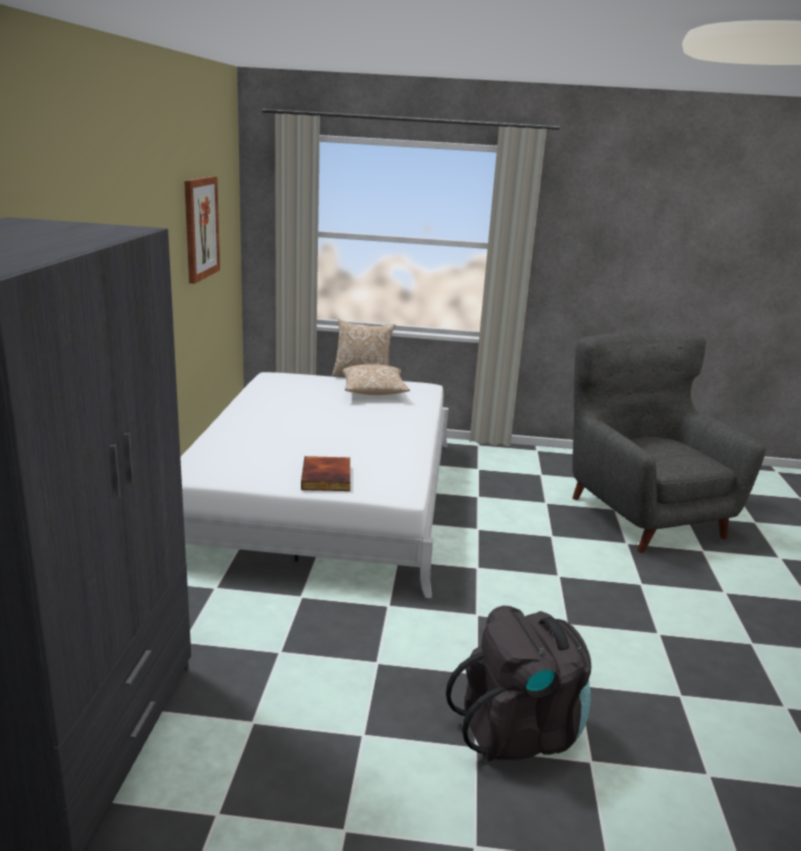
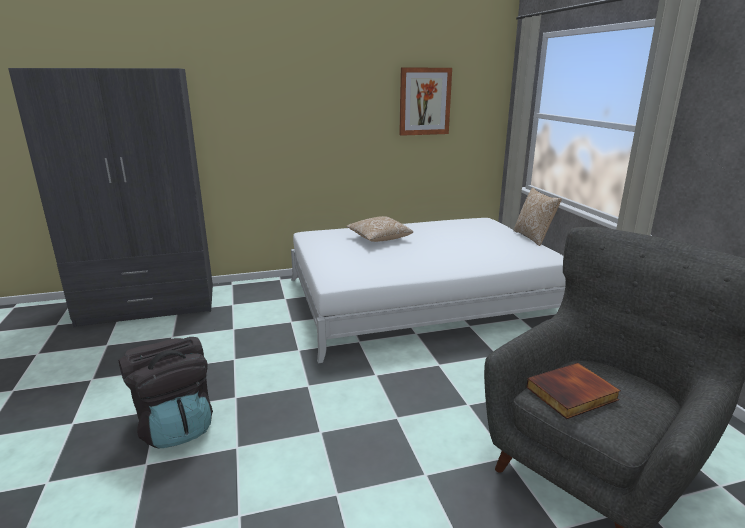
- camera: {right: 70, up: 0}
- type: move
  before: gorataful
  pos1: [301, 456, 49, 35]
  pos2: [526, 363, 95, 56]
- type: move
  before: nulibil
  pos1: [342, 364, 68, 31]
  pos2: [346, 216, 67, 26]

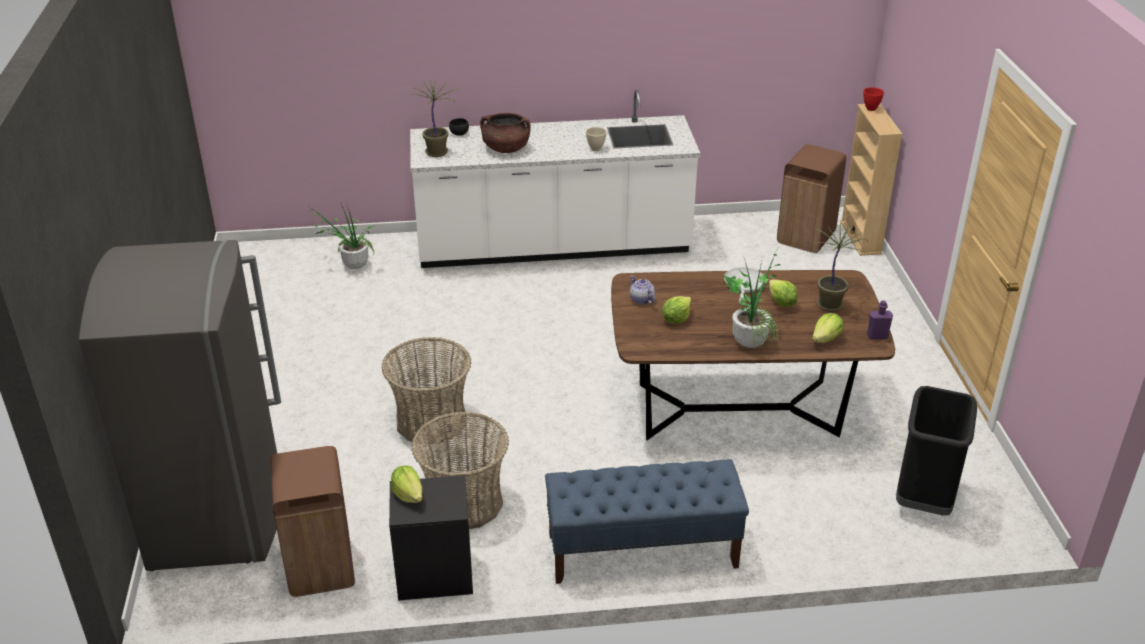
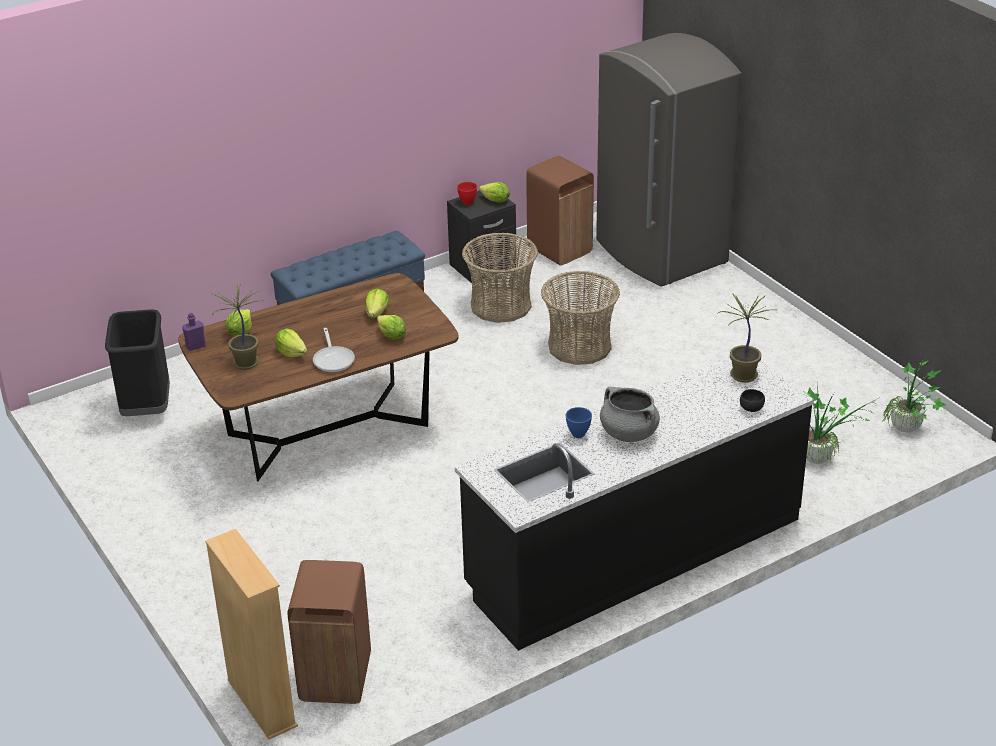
- camera: {right: 155, up: 0}
- type: recolor
  before: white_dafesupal
  after: black_dafesupal
  pos1: [410, 90, 290, 178]
  pos2: [455, 356, 359, 295]
- type: delete
  before: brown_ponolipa
  pos1: [480, 113, 51, 40]
- type: recolor
  before: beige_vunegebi
  after: blue_vunegebi
  pos1: [586, 127, 21, 24]
  pos2: [566, 407, 26, 31]
- type: delete
  before: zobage
  pos1: [630, 275, 25, 30]
- type: move
  before: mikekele
  pos1: [723, 251, 58, 97]
  pos2: [882, 352, 64, 80]
- type: move
  before: red_vunegebi
  pos1: [863, 87, 21, 24]
  pos2: [457, 182, 20, 23]
- type: insert
  after: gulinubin
  pos2: [377, 315, 29, 25]
- type: insert
  after: grey_ponolipa
  pos2: [600, 387, 60, 55]

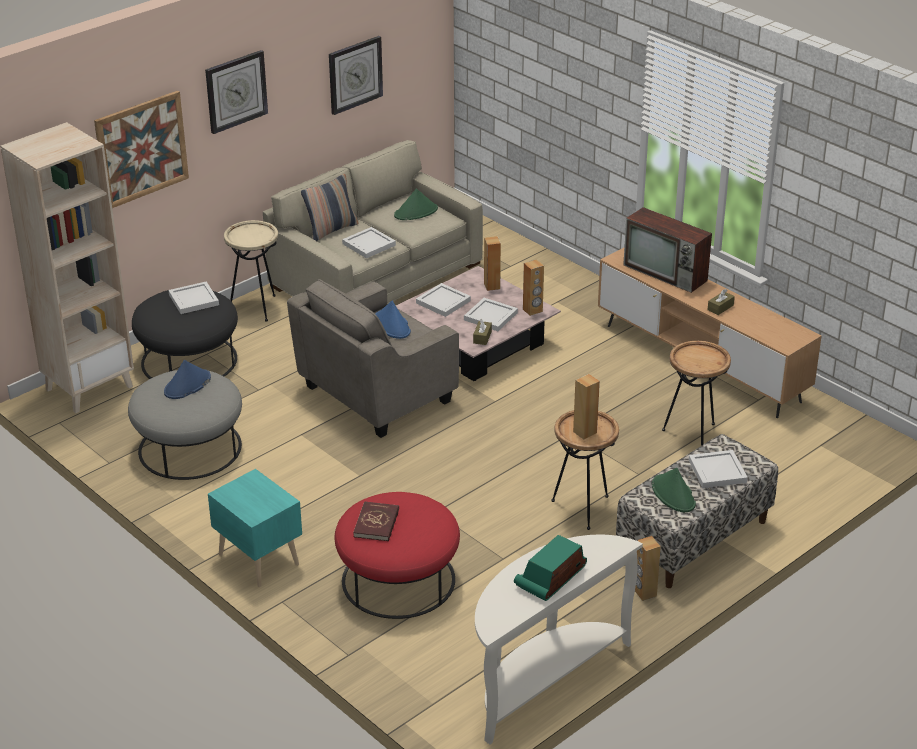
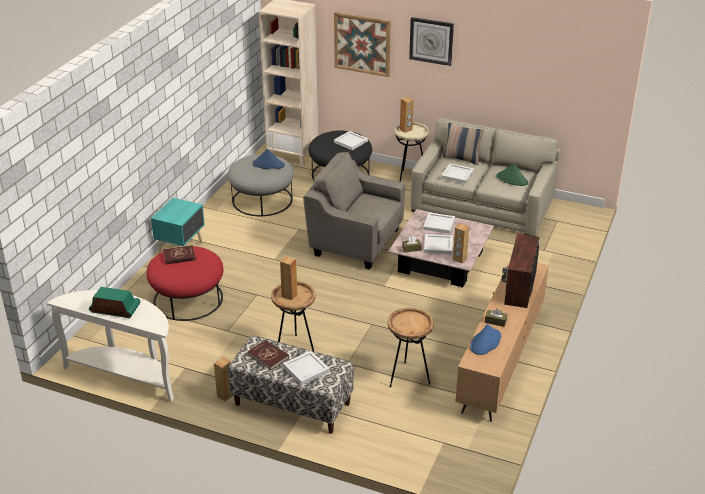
- camera: {right: 65, up: 0}
- type: delete
  before: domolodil
  pos1: [329, 36, 54, 79]
- type: move
  before: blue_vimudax
  pos1: [375, 301, 36, 38]
  pos2: [470, 324, 31, 31]
- type: move
  before: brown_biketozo
  pos1: [484, 236, 17, 55]
  pos2: [400, 97, 14, 36]
- type: replace
  before: green_vimudax
  after: red_gorataful
  pos1: [652, 468, 44, 44]
  pos2: [248, 340, 41, 30]

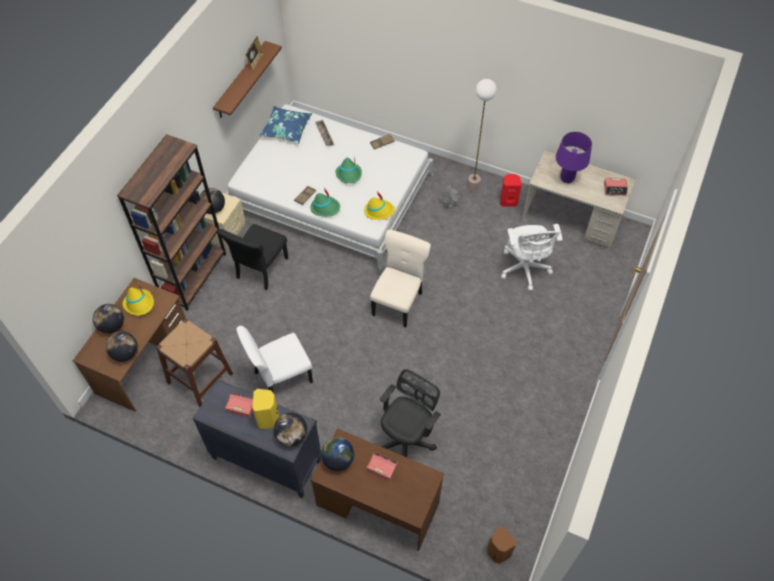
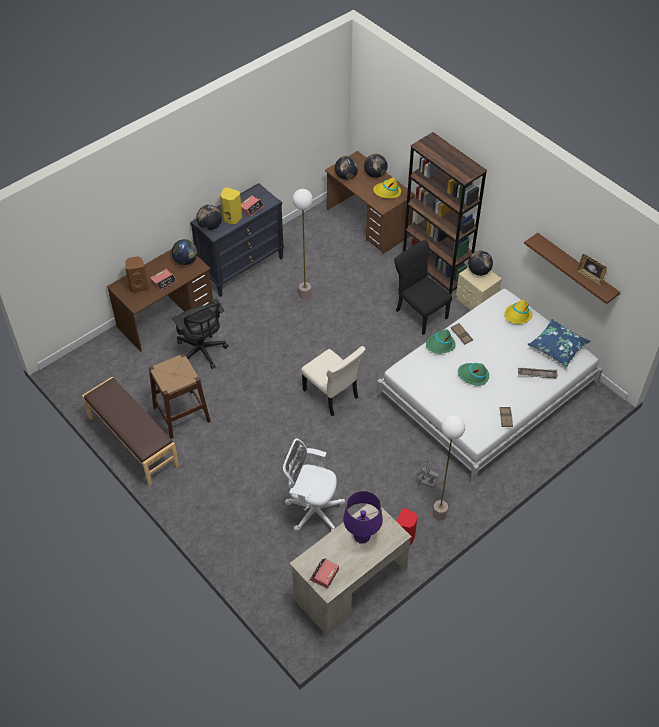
- camera: {right: 115, up: -5}
- type: move
  before: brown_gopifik
  pos1: [156, 318, 77, 89]
  pos2: [149, 353, 62, 86]
- type: replace
  before: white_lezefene
  after: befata
  pos1: [236, 326, 77, 66]
  pos2: [293, 189, 20, 111]
- type: move
  before: yellow_vimudax
  pos1: [364, 191, 31, 29]
  pos2: [504, 300, 29, 24]
- type: move
  before: brown_biketozo
  pos1: [487, 526, 29, 38]
  pos2: [125, 256, 24, 37]
- type: insert
  after: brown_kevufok
  pos2: [82, 377, 97, 109]

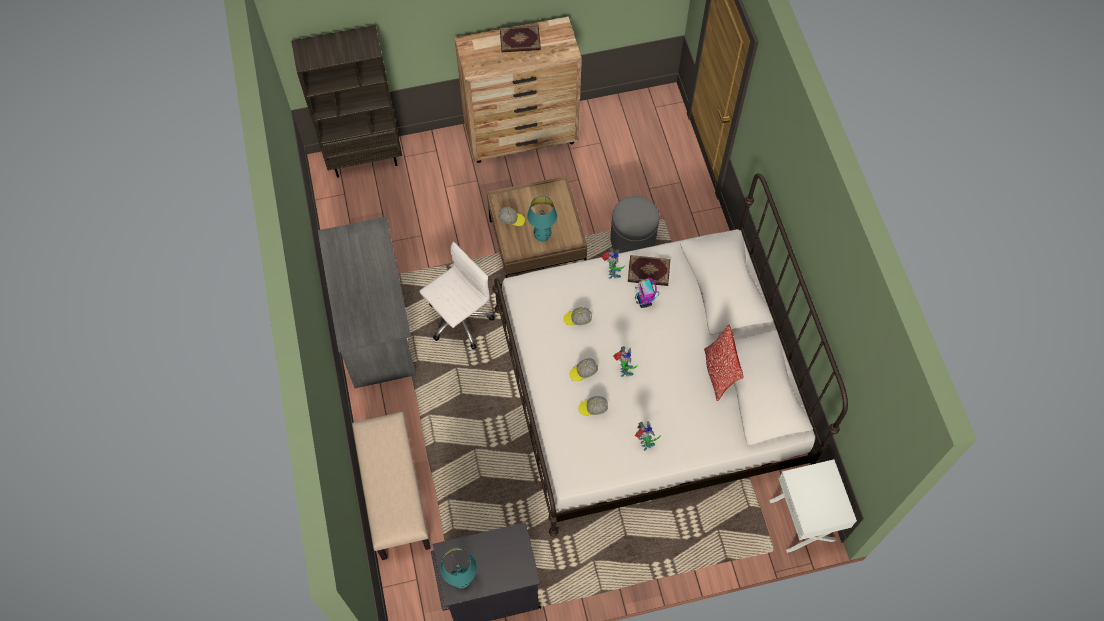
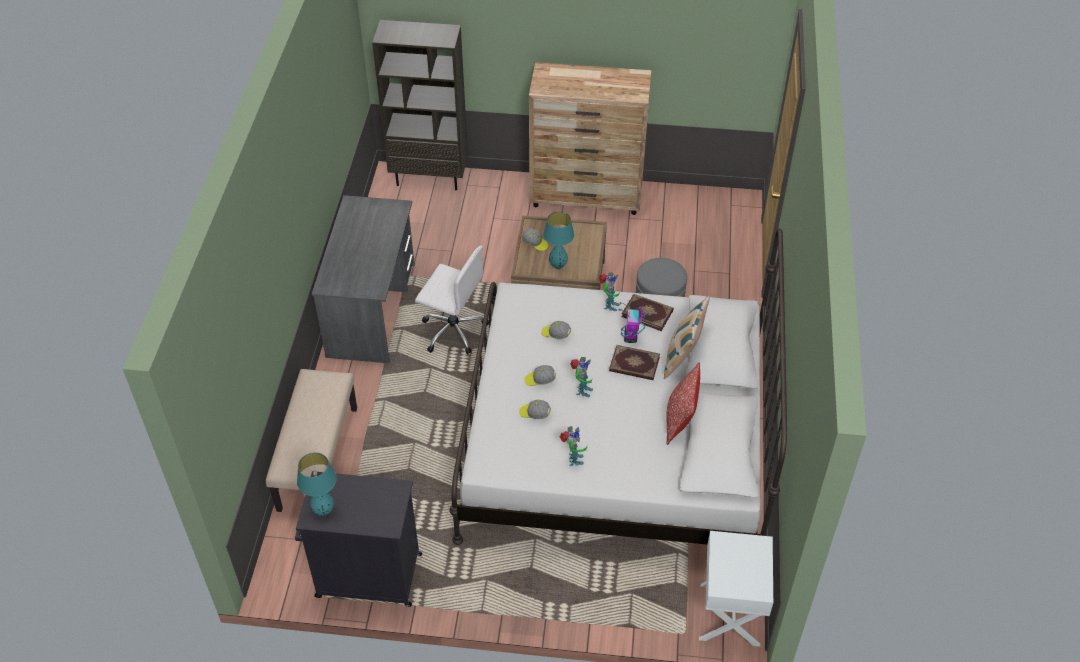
- camera: {right: 20, up: -15}
- type: rotate
  before: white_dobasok
  pos1: [419, 241, 76, 108]
  pos2: [415, 246, 74, 108]
  turn: 45
- type: move
  before: gorataful
  pos1: [500, 25, 41, 27]
  pos2: [609, 345, 51, 35]
- type: insert
  after: nulibil
  pos2: [664, 296, 46, 83]

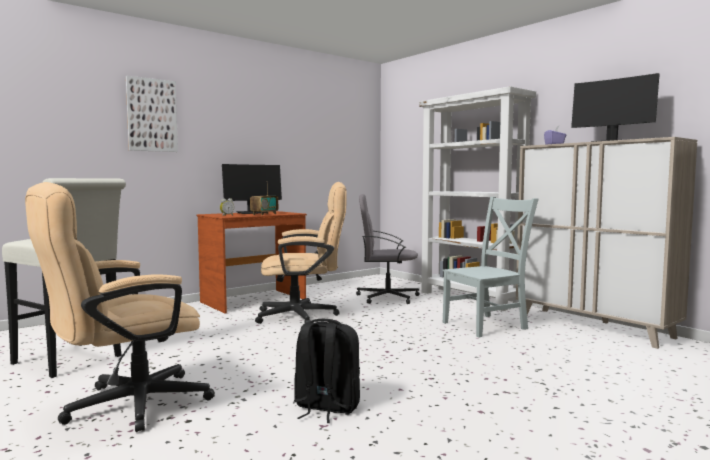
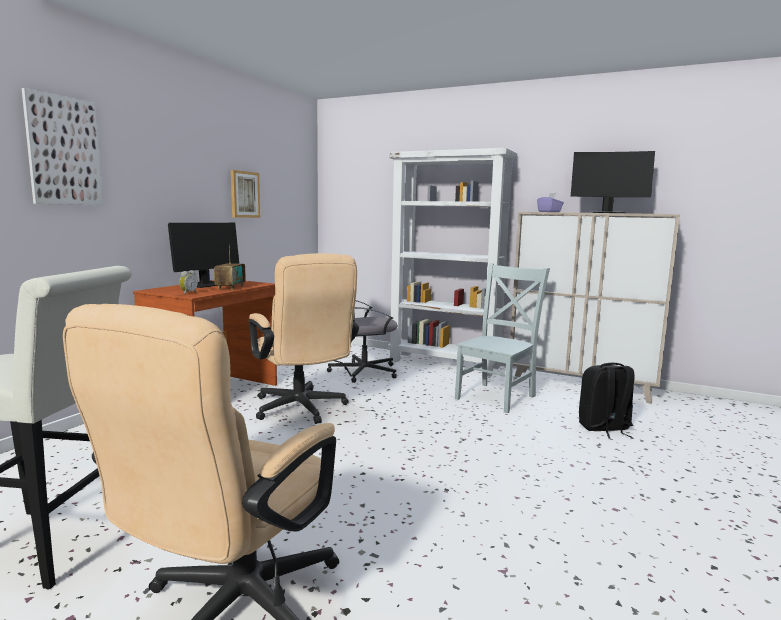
- camera: {right: -25, up: 5}
- type: rotate
  before: beige_dobasok
  pos1: [255, 182, 92, 142]
  pos2: [249, 253, 110, 171]
  turn: 90
- type: move
  before: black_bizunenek
  pos1: [294, 319, 66, 104]
  pos2: [579, 363, 56, 76]
- type: insert
  after: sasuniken
  pos2: [231, 170, 29, 48]

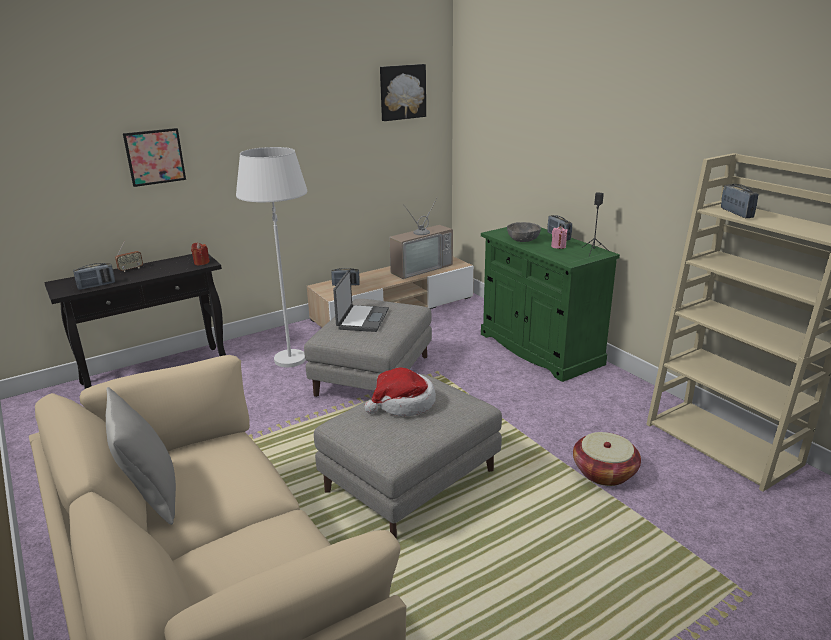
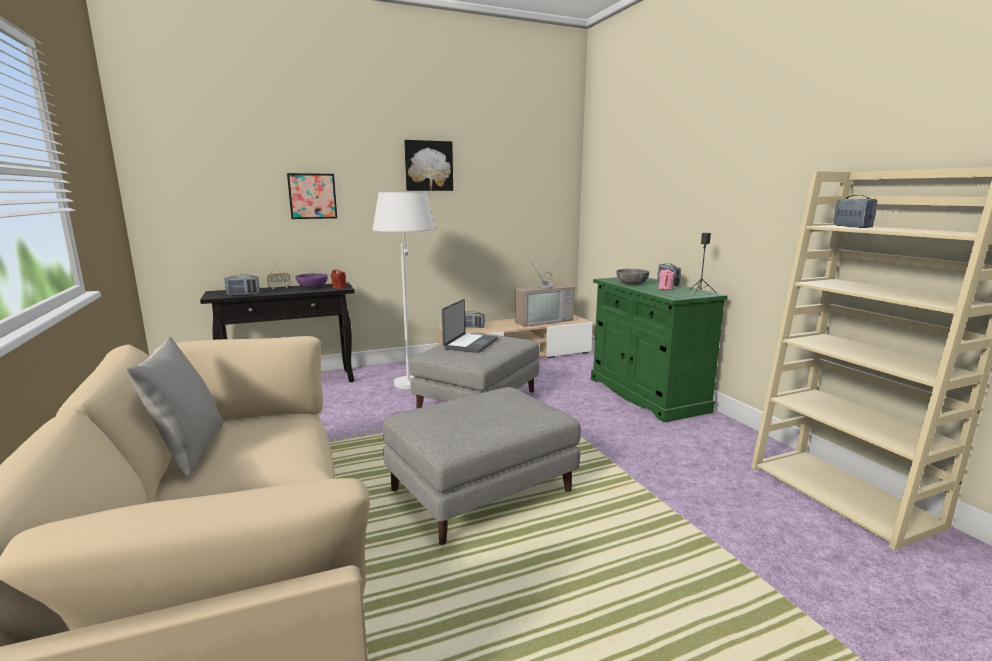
- camera: {right: 10, up: -10}
- type: delete
  before: vimudax
  pos1: [364, 368, 72, 48]
- type: move
  before: sasuniken
  pos1: [380, 64, 46, 57]
  pos2: [404, 140, 49, 51]
- type: delete
  before: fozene
  pos1: [573, 432, 68, 54]
- type: insert
  after: purple_vunegebi
  pos2: [295, 273, 33, 15]

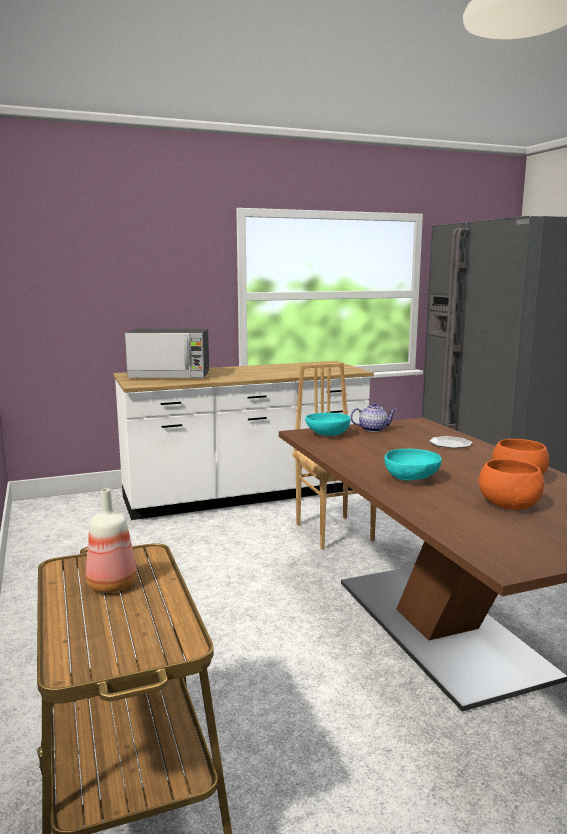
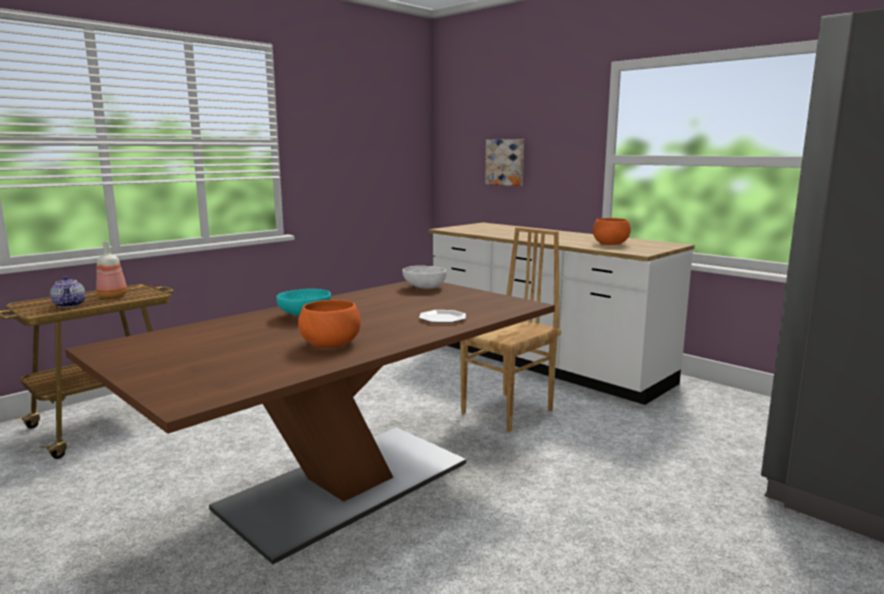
- camera: {right: 65, up: 0}
- type: delete
  before: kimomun
  pos1: [125, 329, 84, 49]
- type: recolor
  before: turquoise_vunegebi
  after: white_vunegebi
  pos1: [305, 413, 46, 23]
  pos2: [402, 265, 44, 24]
- type: move
  before: zobage
  pos1: [350, 402, 47, 30]
  pos2: [50, 276, 36, 32]
- type: move
  before: orange_vunegebi
  pos1: [479, 459, 65, 51]
  pos2: [593, 218, 38, 27]
- type: insert
  after: sasuniken
  pos2: [485, 139, 39, 47]

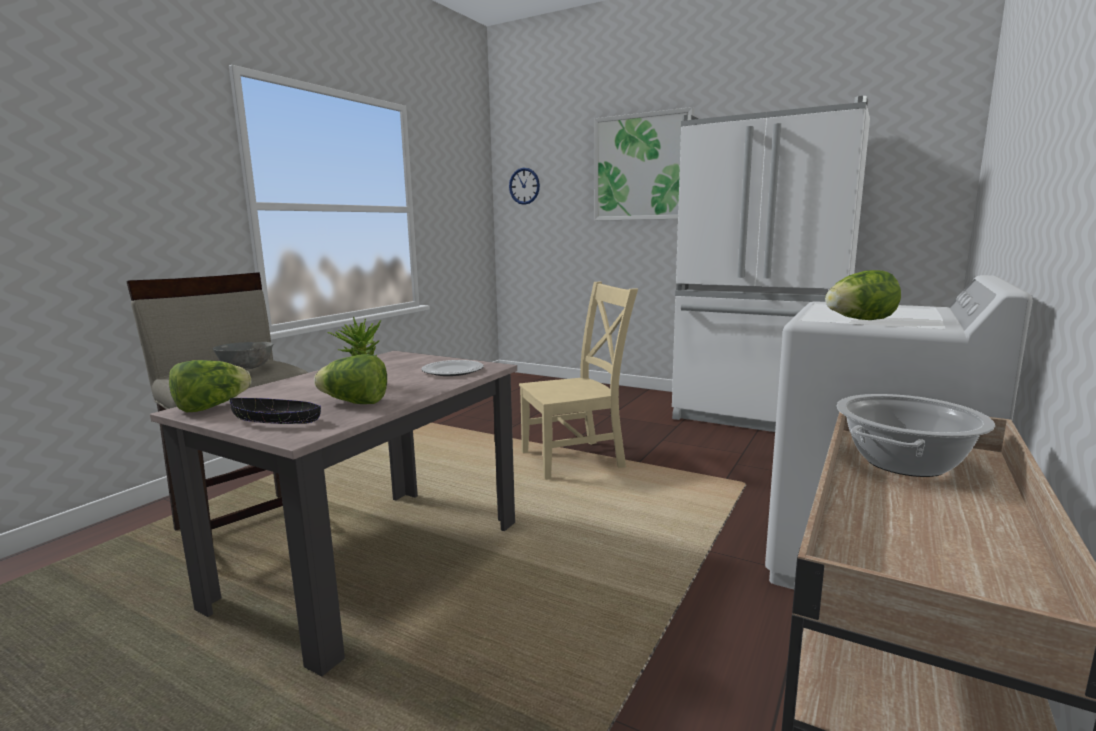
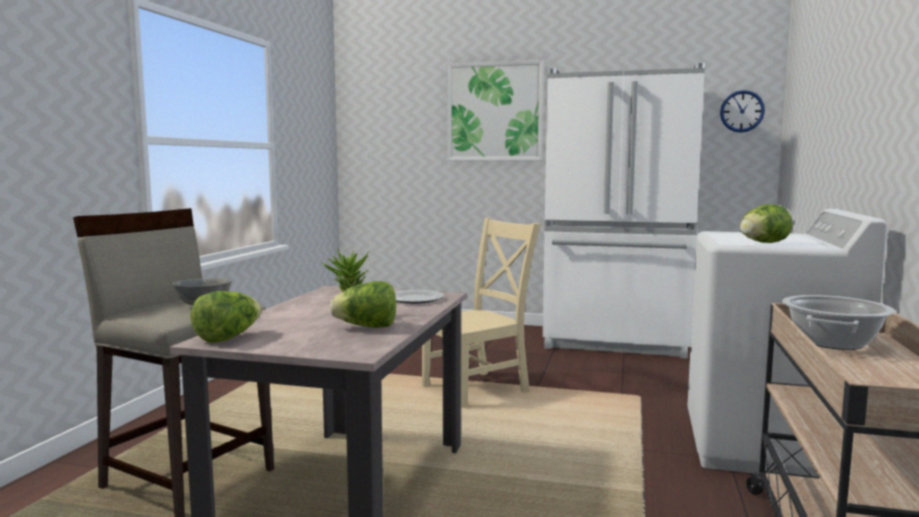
- camera: {right: -15, up: -5}
- type: delete
  before: black_vunegebi
  pos1: [230, 398, 91, 26]
- type: move
  before: domolodil
  pos1: [509, 168, 31, 37]
  pos2: [720, 90, 45, 42]

